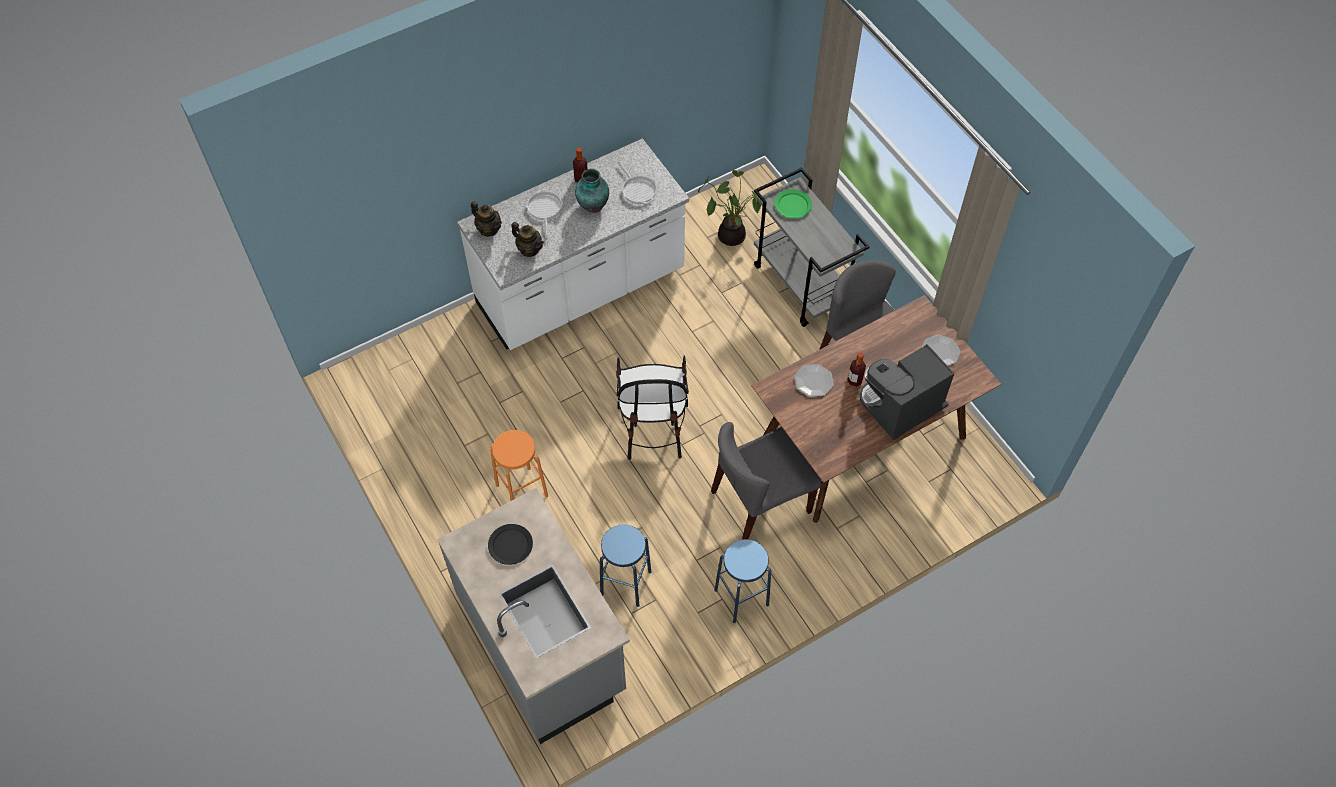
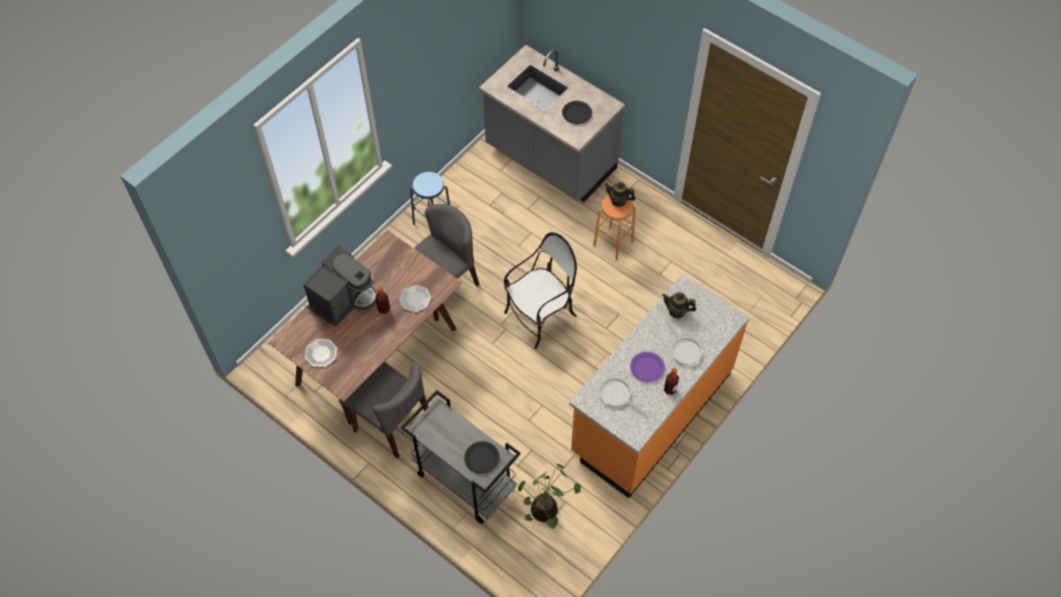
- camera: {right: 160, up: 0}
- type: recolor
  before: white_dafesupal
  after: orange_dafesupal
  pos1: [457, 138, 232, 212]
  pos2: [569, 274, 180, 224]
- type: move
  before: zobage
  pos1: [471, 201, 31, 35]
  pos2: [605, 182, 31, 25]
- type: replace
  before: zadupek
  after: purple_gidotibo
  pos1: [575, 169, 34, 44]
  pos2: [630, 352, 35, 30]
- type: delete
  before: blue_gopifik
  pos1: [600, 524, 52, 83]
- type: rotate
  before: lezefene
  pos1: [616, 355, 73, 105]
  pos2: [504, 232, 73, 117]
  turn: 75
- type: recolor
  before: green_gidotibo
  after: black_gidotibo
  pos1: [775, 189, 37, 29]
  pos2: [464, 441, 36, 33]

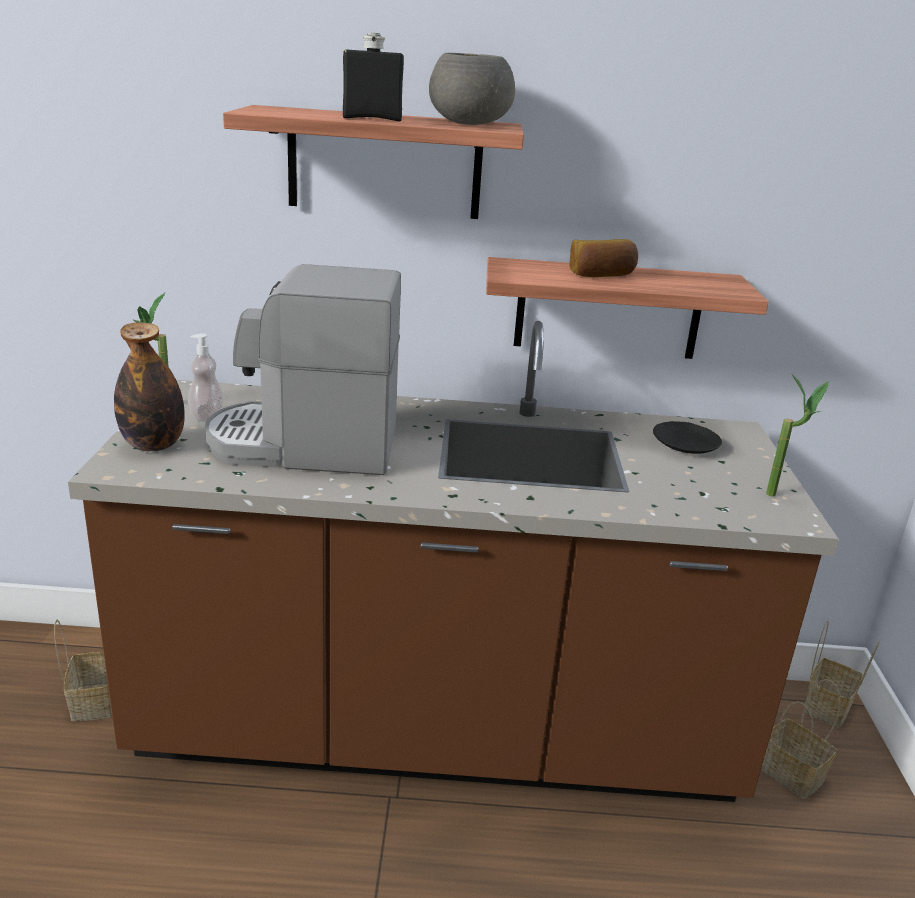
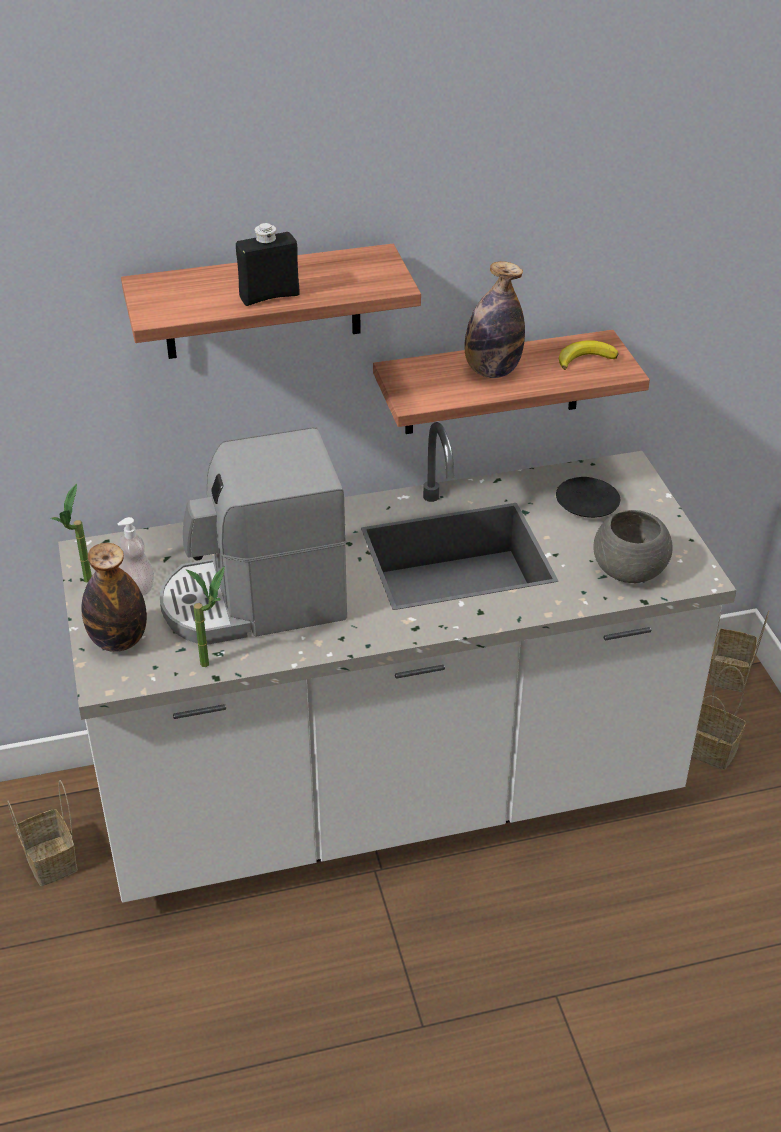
- camera: {right: -15, up: 15}
- type: recolor
  before: brown_dafesupal
  after: white_dafesupal
  pos1: [68, 321, 771, 481]
  pos2: [58, 422, 678, 481]
- type: move
  before: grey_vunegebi
  pos1: [429, 53, 86, 72]
  pos2: [593, 510, 80, 73]
- type: replace
  before: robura
  after: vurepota
  pos1: [569, 239, 69, 38]
  pos2: [465, 261, 60, 117]
- type: move
  before: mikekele
  pos1: [766, 373, 63, 124]
  pos2: [186, 566, 39, 101]
- type: insert
  after: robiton
  pos2: [559, 340, 60, 30]

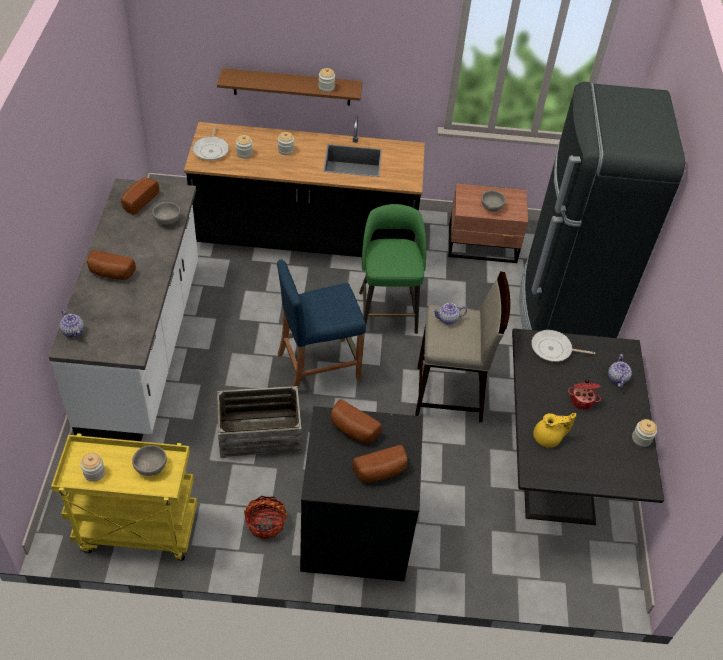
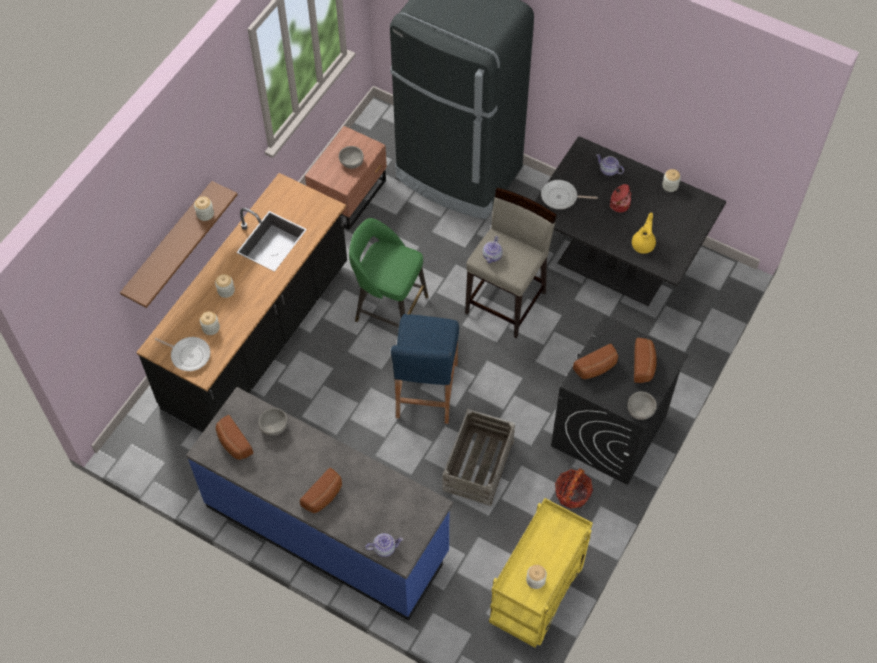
- camera: {right: -60, up: 10}
- type: recolor
  before: white_dafesupal
  after: blue_dafesupal
  pos1: [49, 179, 149, 262]
  pos2: [186, 387, 267, 234]
- type: move
  before: grey_vunegebi
  pos1: [132, 445, 35, 31]
  pos2: [627, 392, 30, 28]
- type: rotate
  before: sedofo
  pos1: [531, 330, 64, 32]
  pos2: [541, 180, 57, 29]
  turn: 60

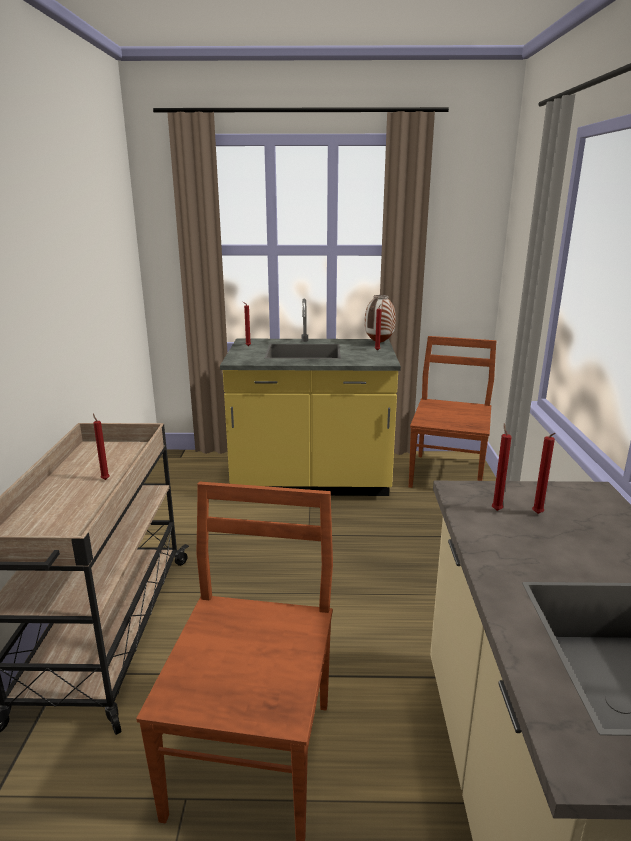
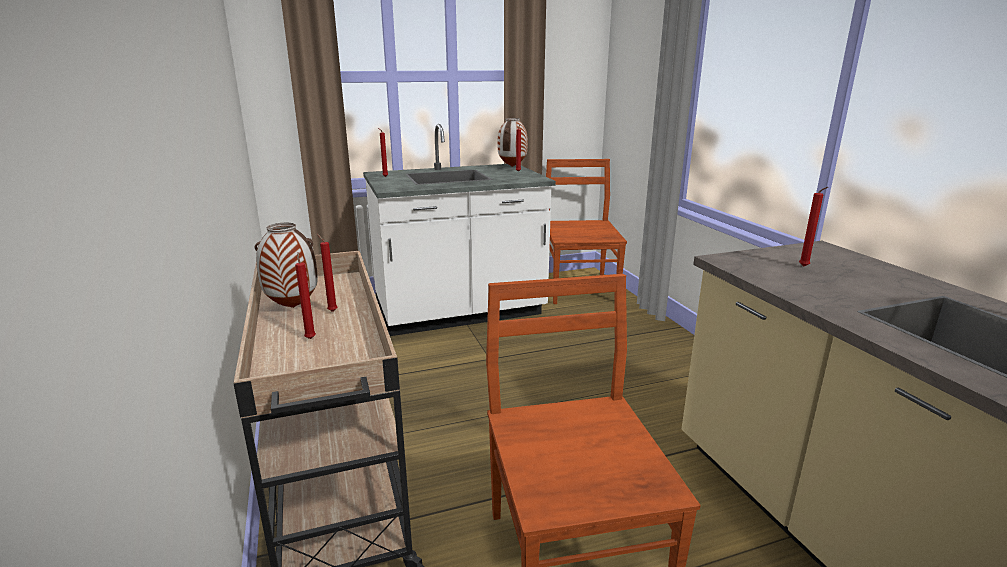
- camera: {right: -20, up: 0}
- type: recolor
  before: yellow_dafesupal
  after: white_dafesupal
  pos1: [220, 299, 181, 197]
  pos2: [363, 124, 193, 212]
- type: move
  before: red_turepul
  pos1: [492, 423, 20, 88]
  pos2: [295, 252, 21, 87]
- type: insert
  after: zadupek
  pos2: [255, 223, 63, 85]

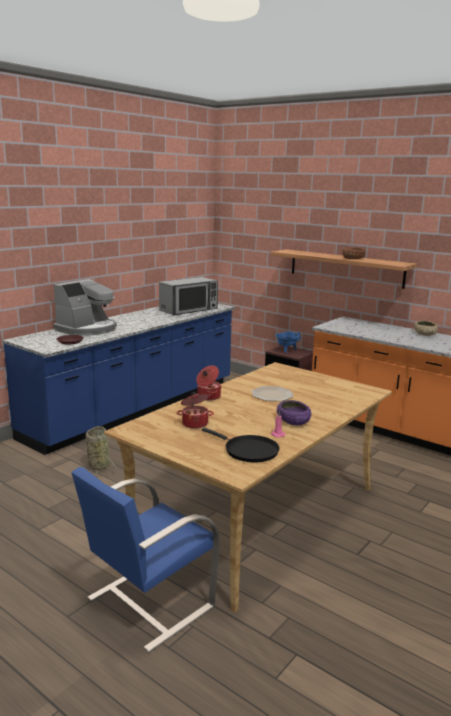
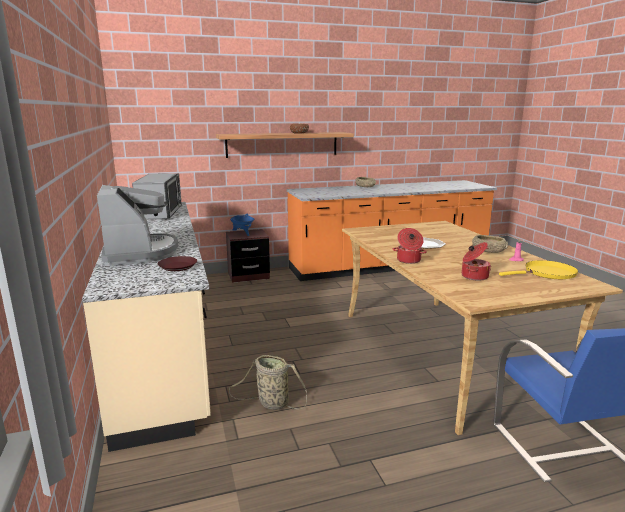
- camera: {right: -55, up: 0}
- type: recolor
  before: blue_dafesupal
  after: beige_dafesupal
  pos1: [3, 304, 232, 151]
  pos2: [82, 202, 129, 250]
- type: recolor
  before: black_sedofo
  after: yellow_sedofo
  pos1: [202, 428, 77, 34]
  pos2: [499, 260, 79, 19]
- type: recolor
  before: purple_vunegebi
  after: beige_vunegebi
  pos1: [277, 400, 34, 25]
  pos2: [472, 235, 36, 18]

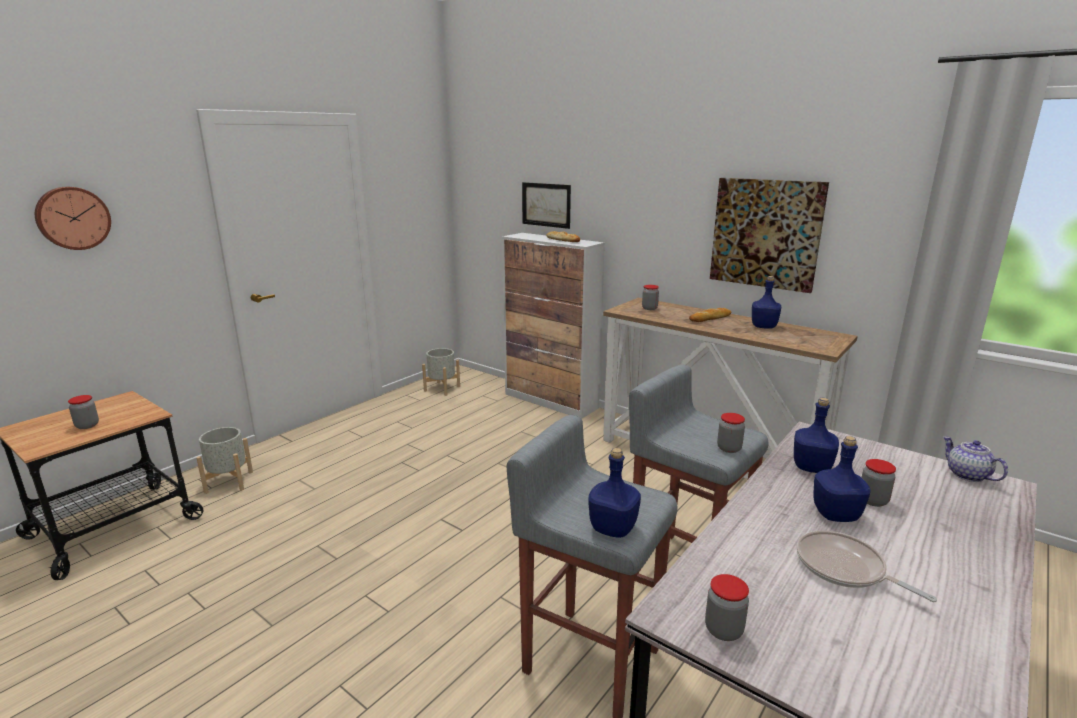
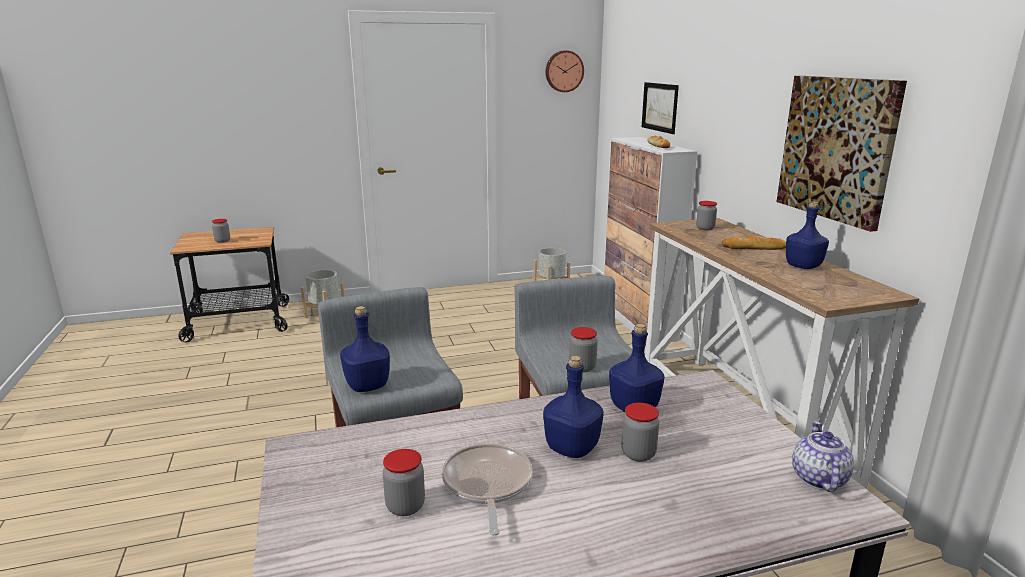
- camera: {right: 35, up: 0}
- type: move
  before: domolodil
  pos1: [35, 187, 76, 63]
  pos2: [546, 50, 38, 42]
- type: move
  before: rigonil
  pos1: [705, 574, 44, 67]
  pos2: [383, 449, 42, 67]

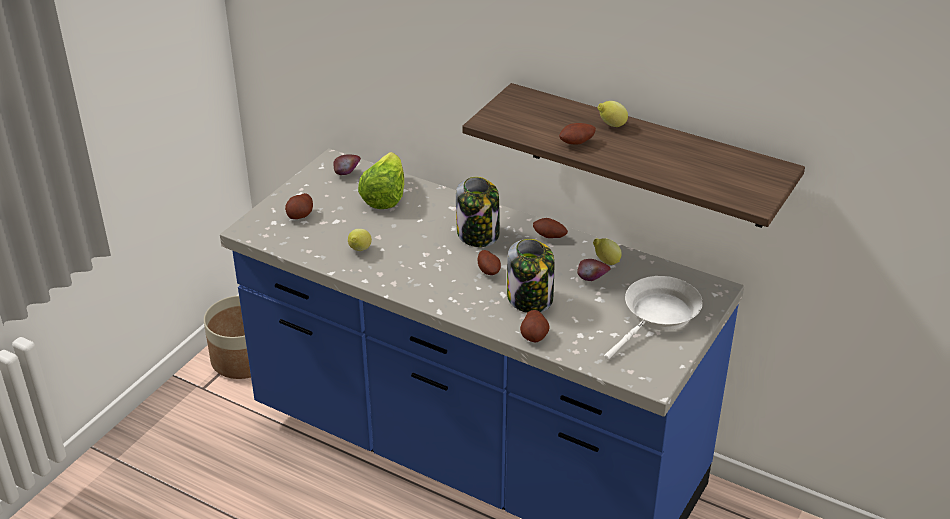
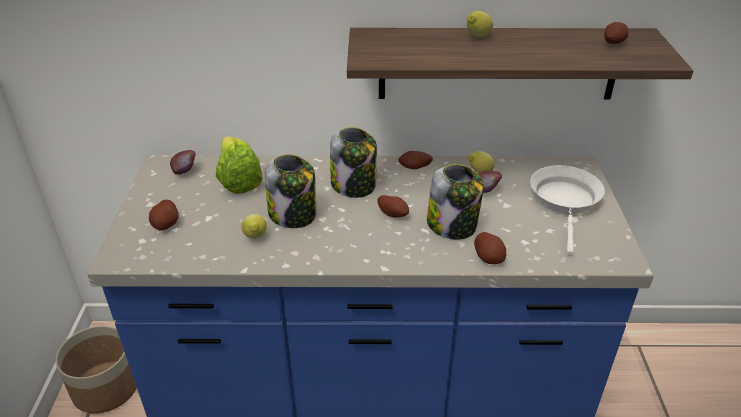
- camera: {right: -30, up: 0}
- type: move
  before: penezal
  pos1: [559, 123, 37, 22]
  pos2: [604, 22, 25, 22]
- type: insert
  after: rigonil
  pos2: [265, 154, 51, 74]

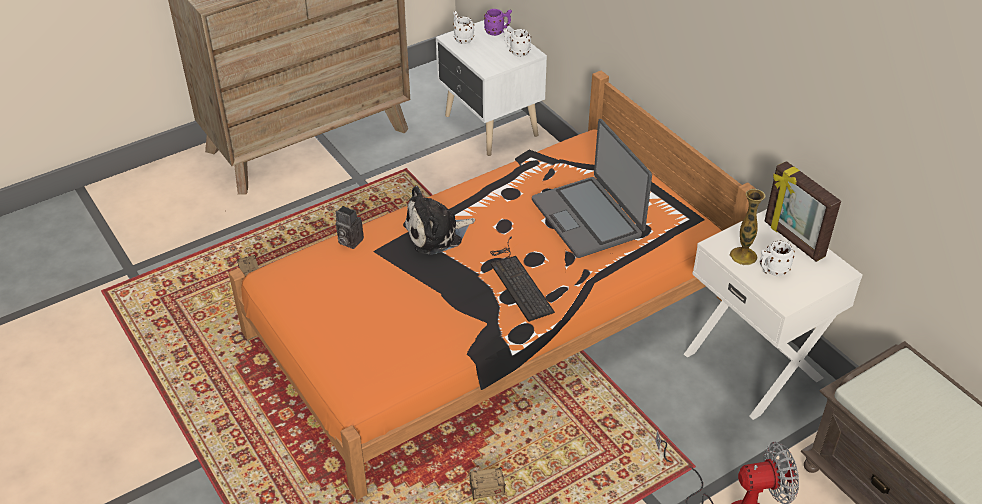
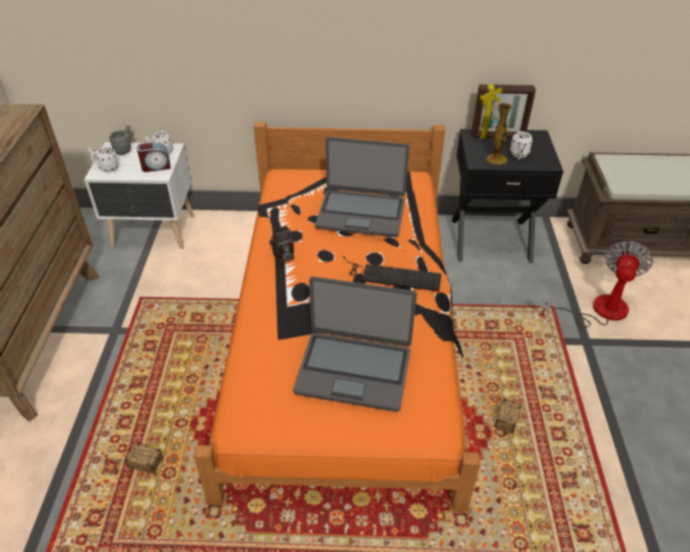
- camera: {right: -55, up: 0}
- type: move
  before: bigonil
  pos1: [336, 206, 28, 43]
  pos2: [269, 226, 25, 38]
- type: delete
  before: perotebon
  pos1: [403, 186, 72, 69]
- type: recolor
  before: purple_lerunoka
  after: grey_lerunoka
  pos1: [484, 9, 28, 27]
  pos2: [109, 125, 23, 30]
- type: recolor
  before: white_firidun
  after: black_firidun
  pos1: [684, 209, 178, 211]
  pos2: [452, 129, 112, 134]
- type: insert
  after: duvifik
  pos2: [137, 142, 34, 30]
- type: insert
  after: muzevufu
  pos2: [293, 276, 124, 136]

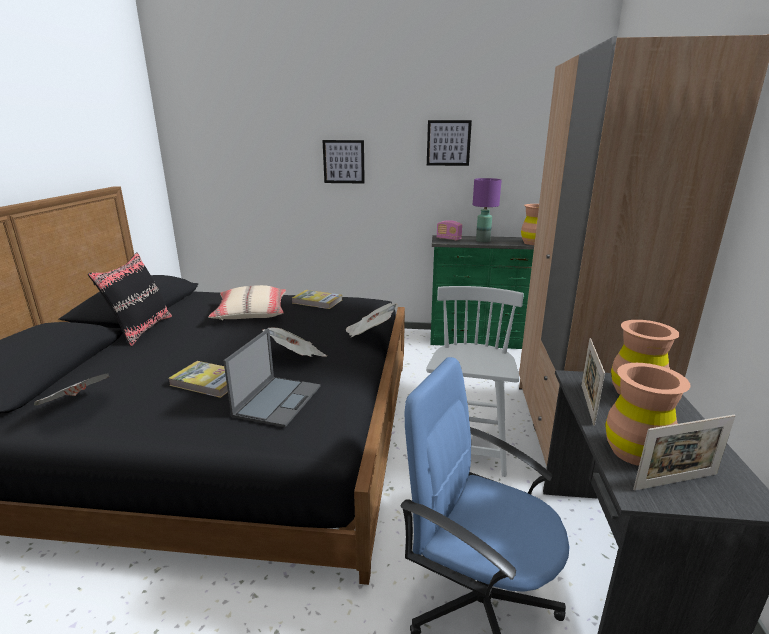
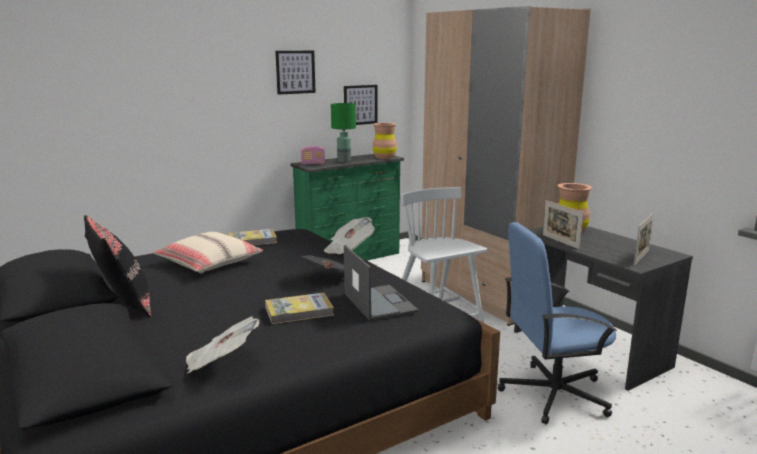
- camera: {right: -40, up: -5}
- type: move
  before: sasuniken
  pos1: [323, 140, 42, 44]
  pos2: [344, 85, 33, 40]
- type: recolor
  before: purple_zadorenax
  after: green_zadorenax
  pos1: [473, 178, 29, 64]
  pos2: [331, 103, 25, 60]
- type: delete
  before: brown_zadupek
  pos1: [605, 363, 86, 103]

